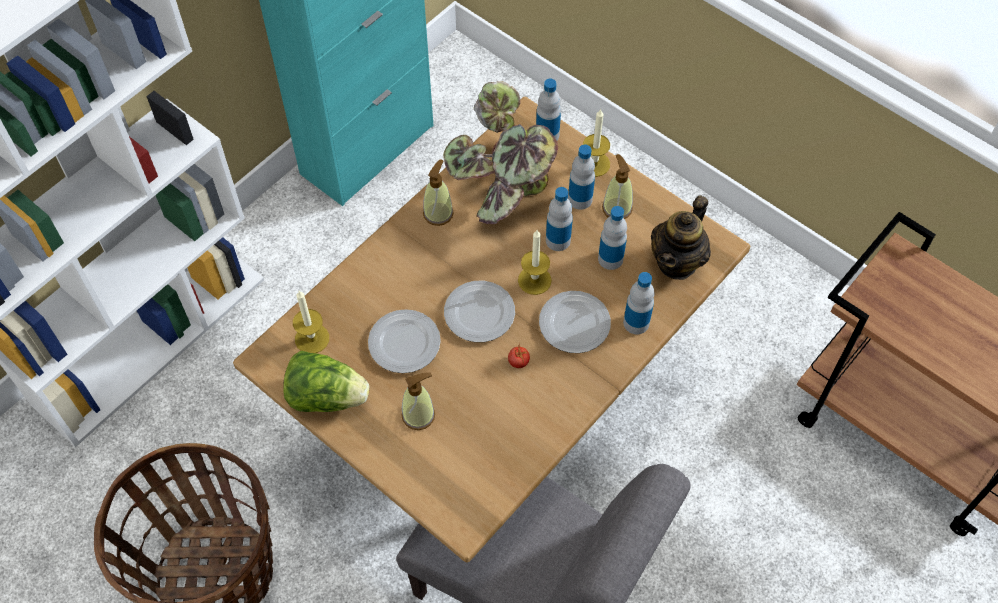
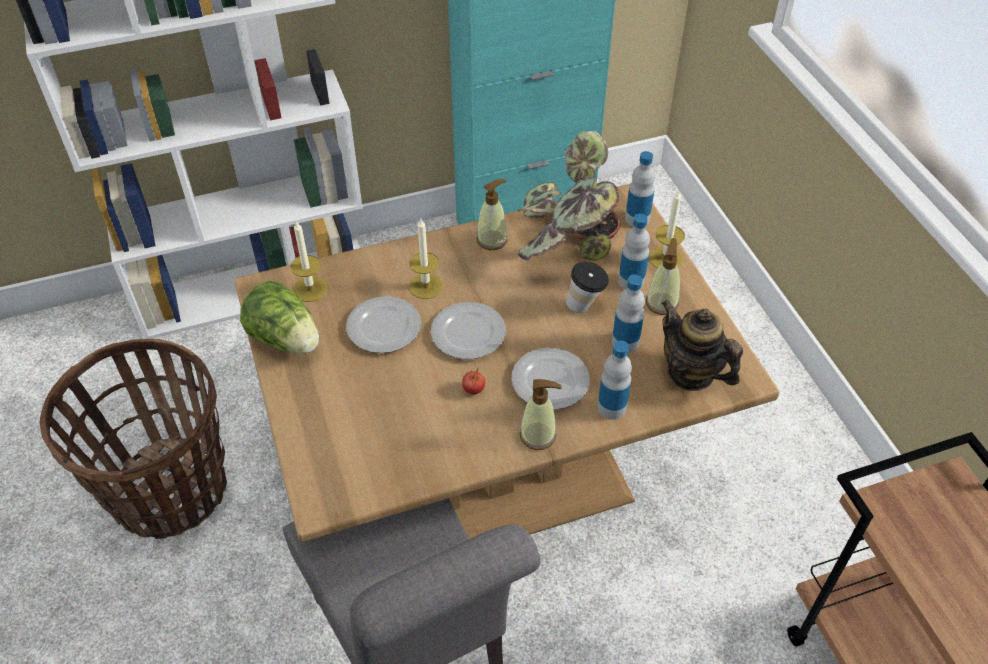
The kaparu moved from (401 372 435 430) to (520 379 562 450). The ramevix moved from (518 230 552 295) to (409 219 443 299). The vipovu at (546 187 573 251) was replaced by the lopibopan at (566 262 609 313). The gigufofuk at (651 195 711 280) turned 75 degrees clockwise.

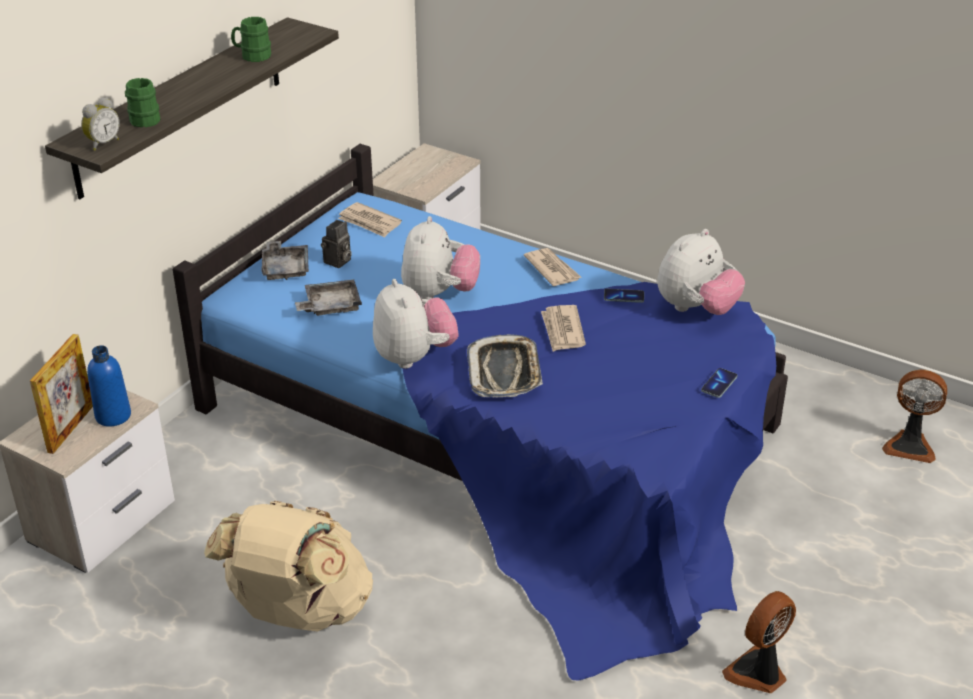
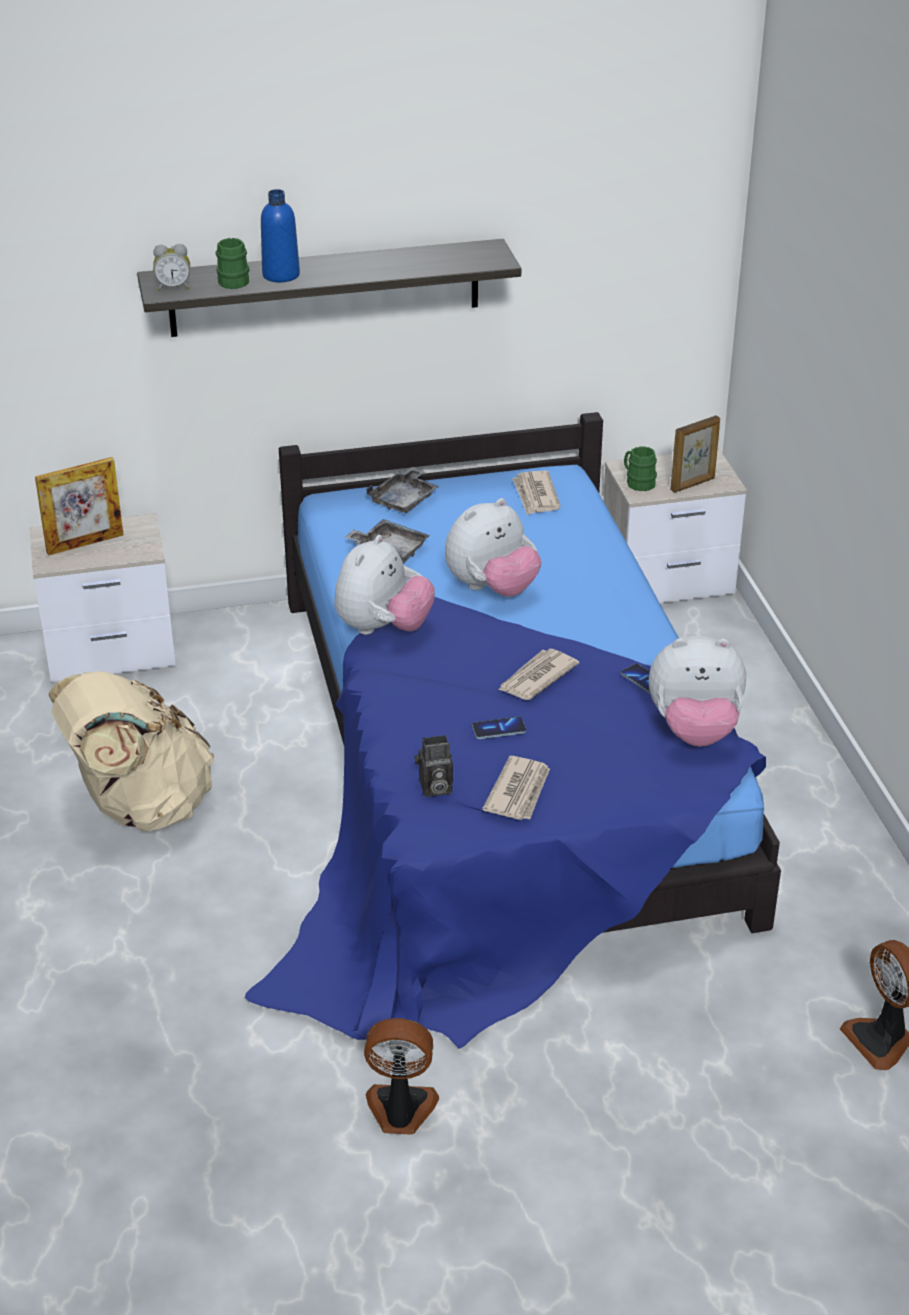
The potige at (467 334 543 398) disappeared. The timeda at (670 416 720 493) appeared. The vipovu (blue) moved from (87 345 131 427) to (261 189 300 282). The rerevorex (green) moved from (231 17 271 62) to (624 447 657 491). The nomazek moved from (321 220 352 268) to (415 735 453 797). The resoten moved from (524 248 581 286) to (482 756 550 820). The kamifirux moved from (701 368 737 398) to (472 717 526 739).

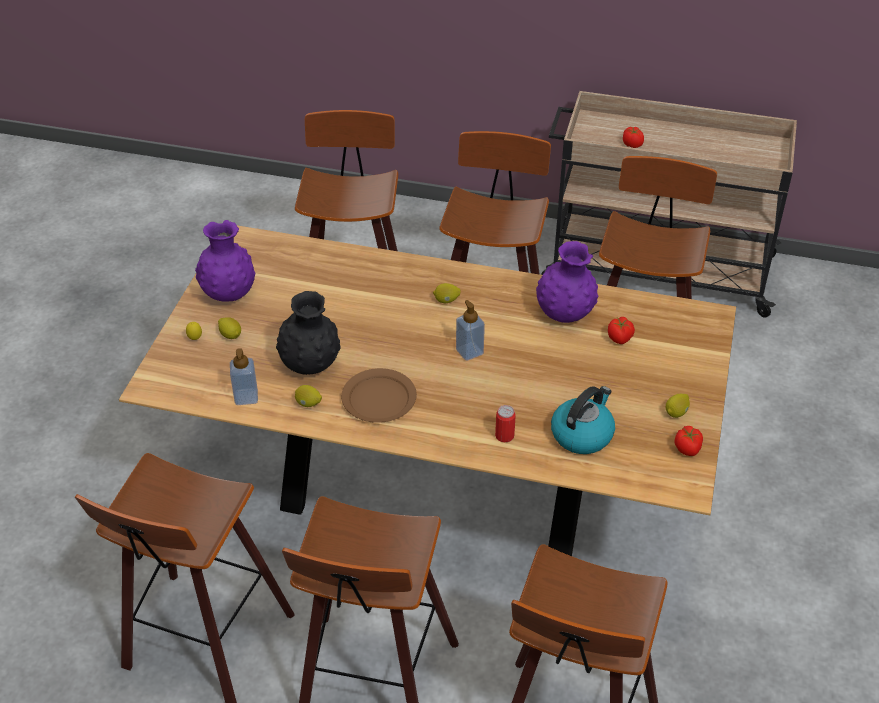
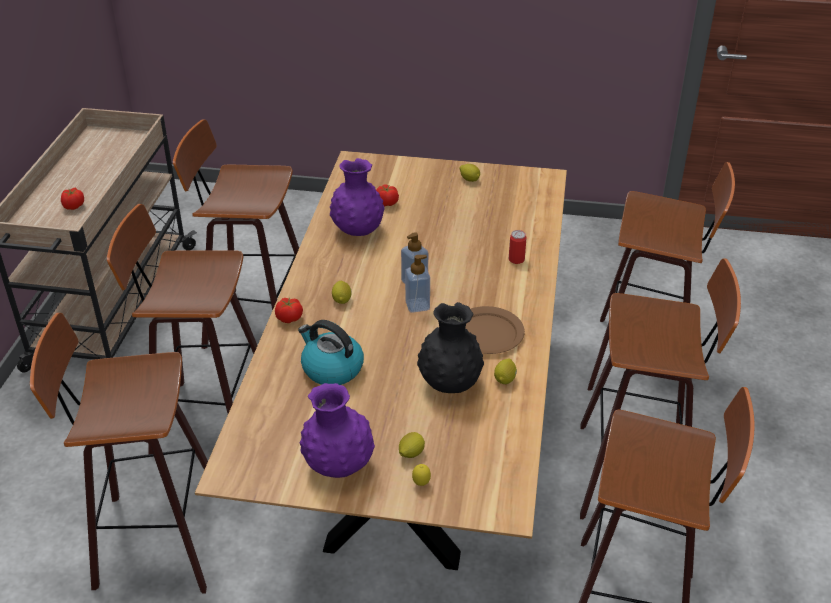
The kaparu moved from (230 348 258 405) to (405 255 430 313). The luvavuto moved from (551 386 615 454) to (298 320 364 385). The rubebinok moved from (675 426 703 456) to (275 298 303 323).

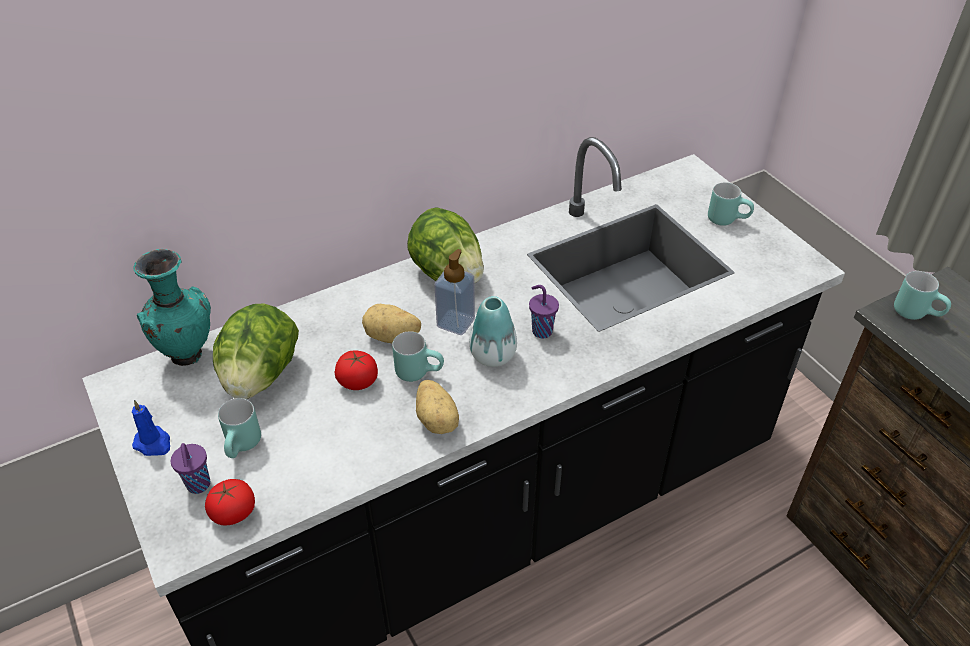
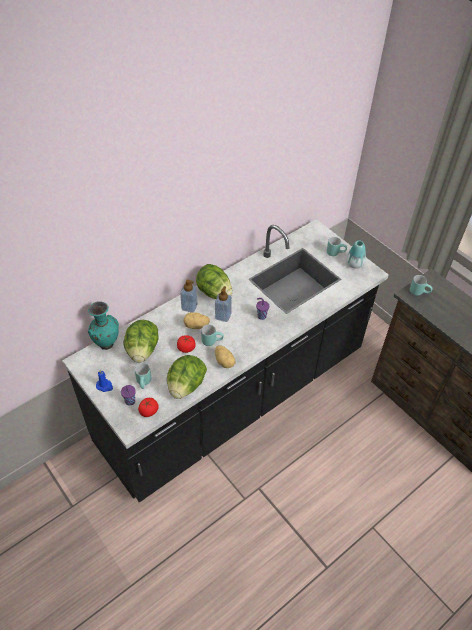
The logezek at (167 355 207 399) appeared. The kaparu at (180 279 198 312) appeared. The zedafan moved from (469 296 517 367) to (346 240 366 269).

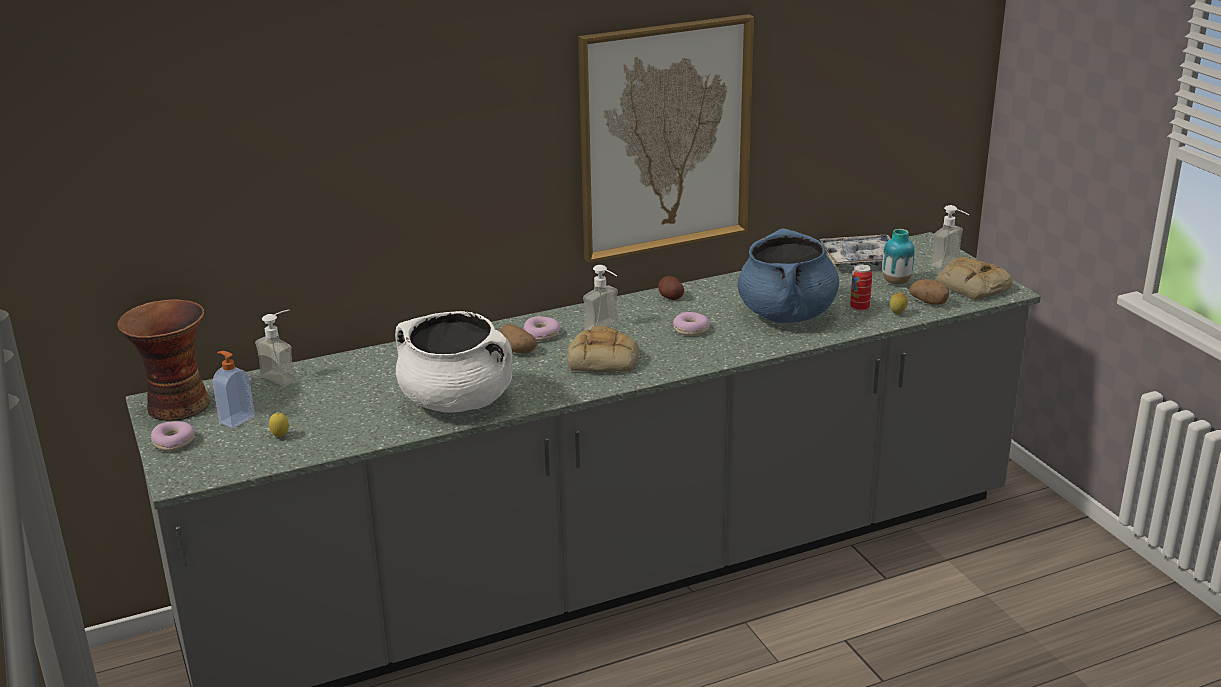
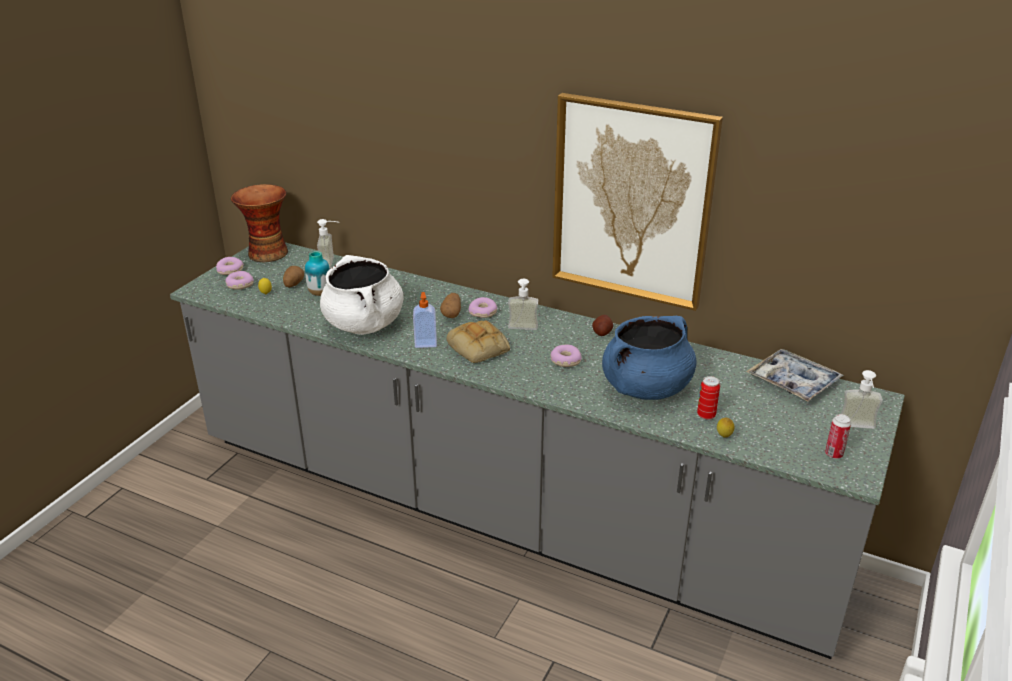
The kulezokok at (225 271 254 290) appeared. The kaparu moved from (212 351 255 428) to (413 292 437 348). The zedafan moved from (882 229 914 284) to (305 251 330 296). The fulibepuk moved from (909 279 949 305) to (283 266 304 288). The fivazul at (936 257 1013 300) was replaced by the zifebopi at (825 414 851 459).

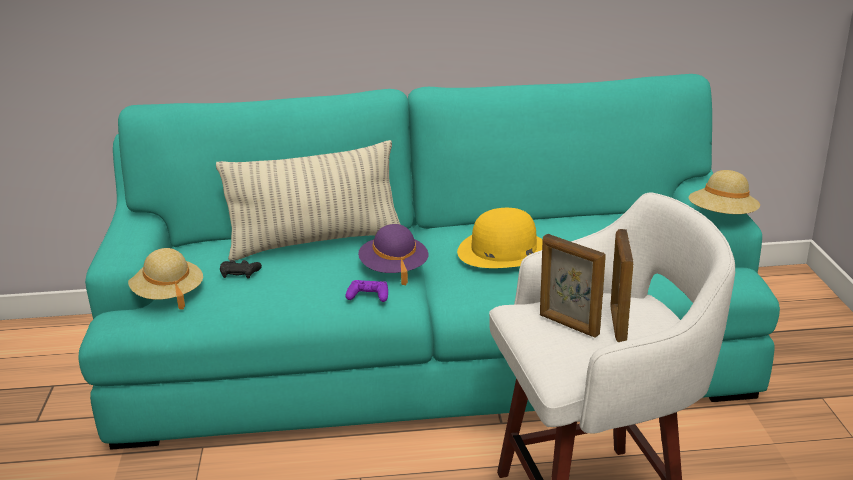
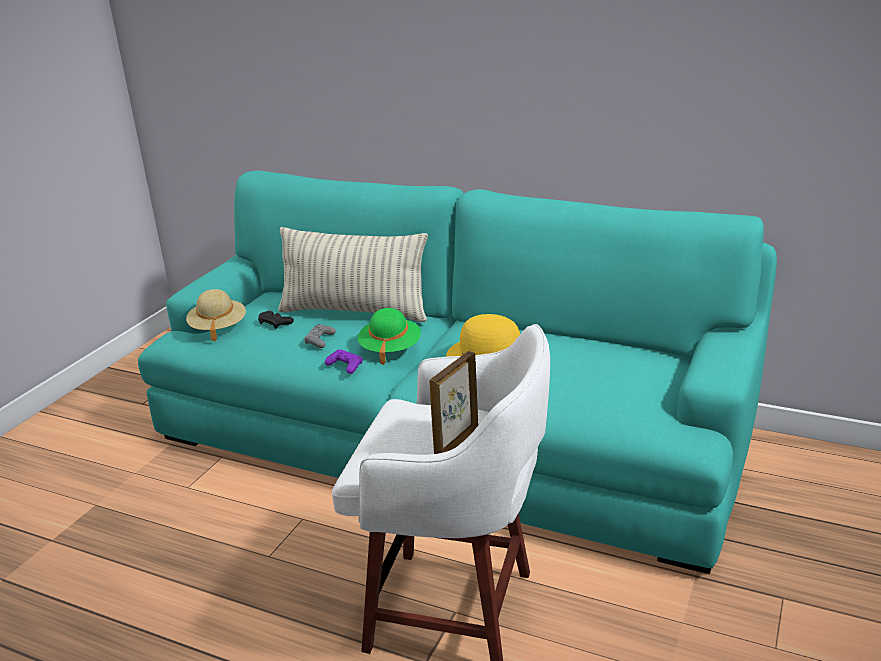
The timeda at (540 234 606 338) disappeared. The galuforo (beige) at (689 170 760 214) disappeared. The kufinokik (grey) at (304 324 336 348) appeared. The galuforo (purple) at (358 224 428 285) became the galuforo (green) at (358 308 421 365).

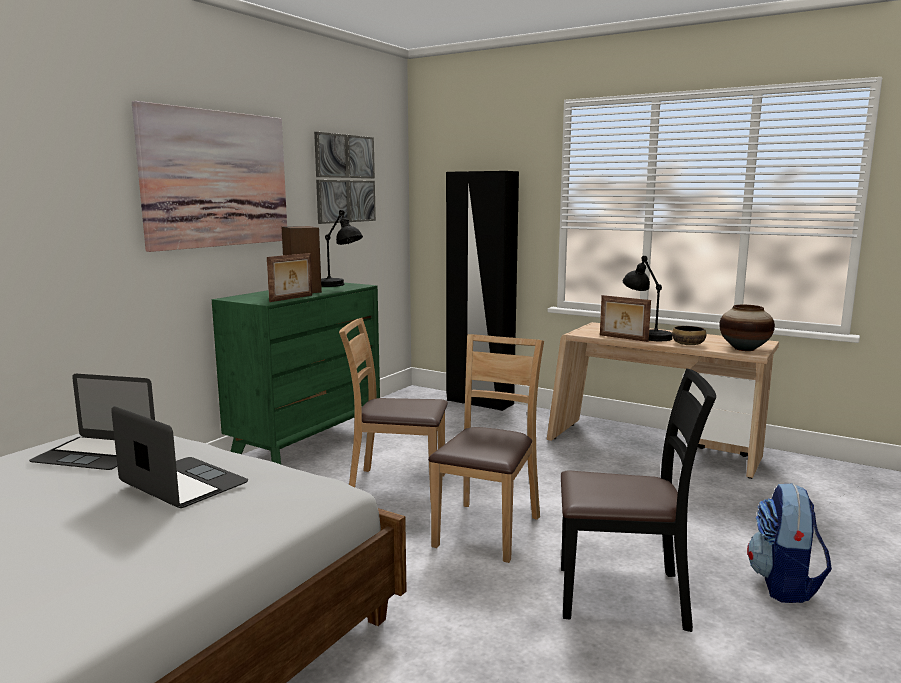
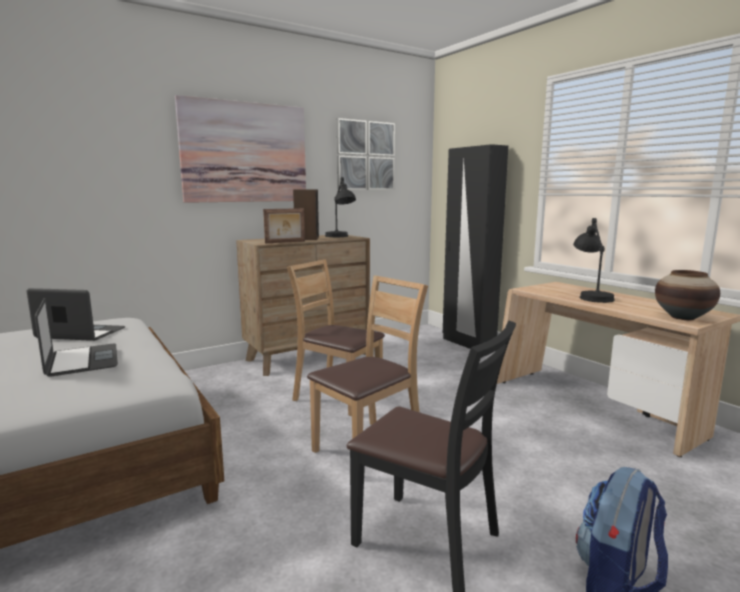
The timeda at (600 295 651 342) disappeared. The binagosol at (672 326 706 345) disappeared. The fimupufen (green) at (212 283 380 464) became the fimupufen (brown) at (236 235 370 376). The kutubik at (29 374 155 470) turned 150 degrees clockwise.

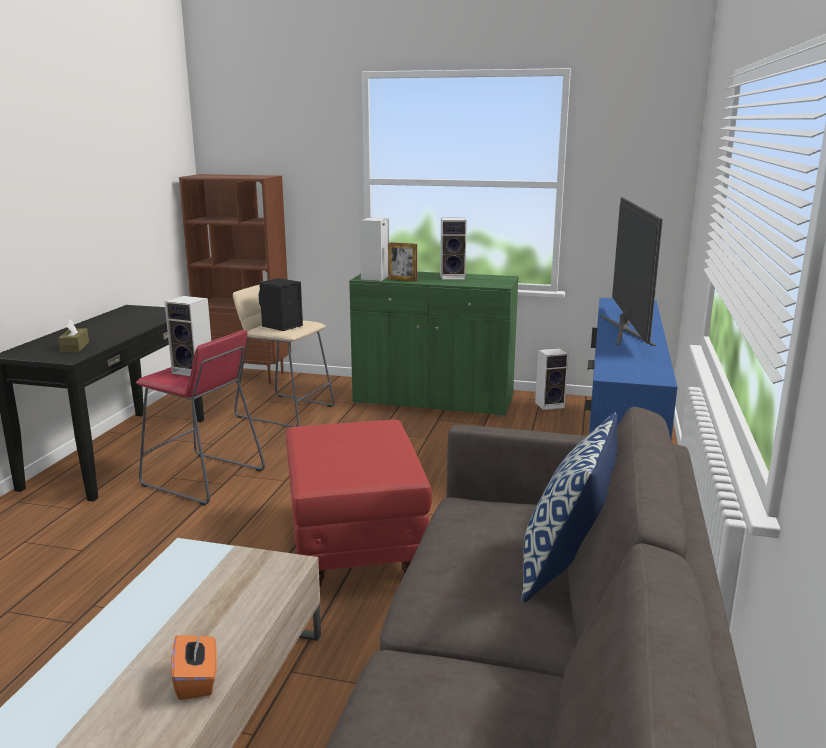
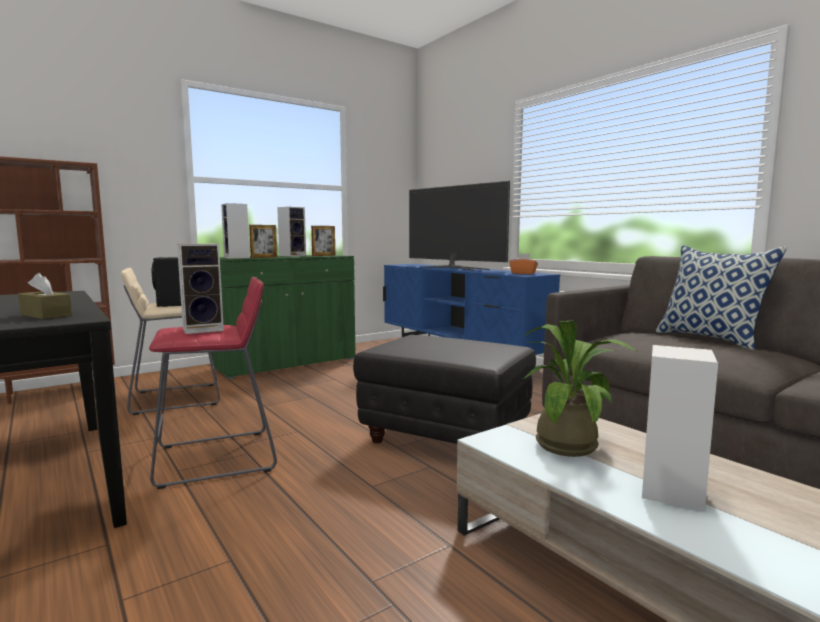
The timeda at (311 226 335 256) appeared. The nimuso at (523 321 638 457) appeared. The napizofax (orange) moved from (171 633 217 700) to (509 254 538 274). The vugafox moved from (535 348 569 410) to (642 345 718 511). The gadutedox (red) at (286 420 432 587) became the gadutedox (black) at (353 335 536 444).

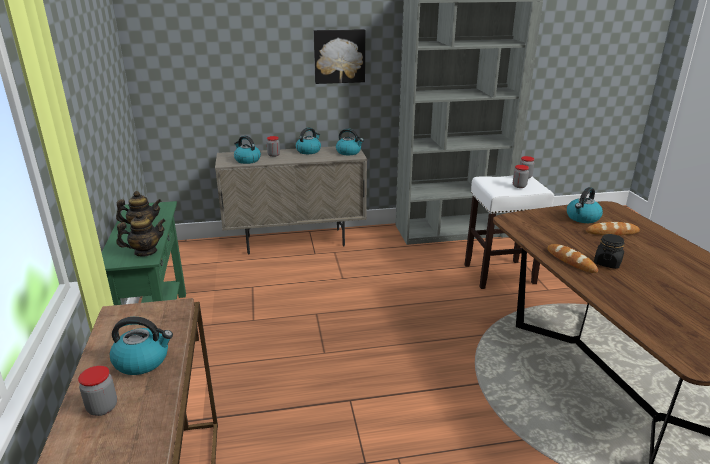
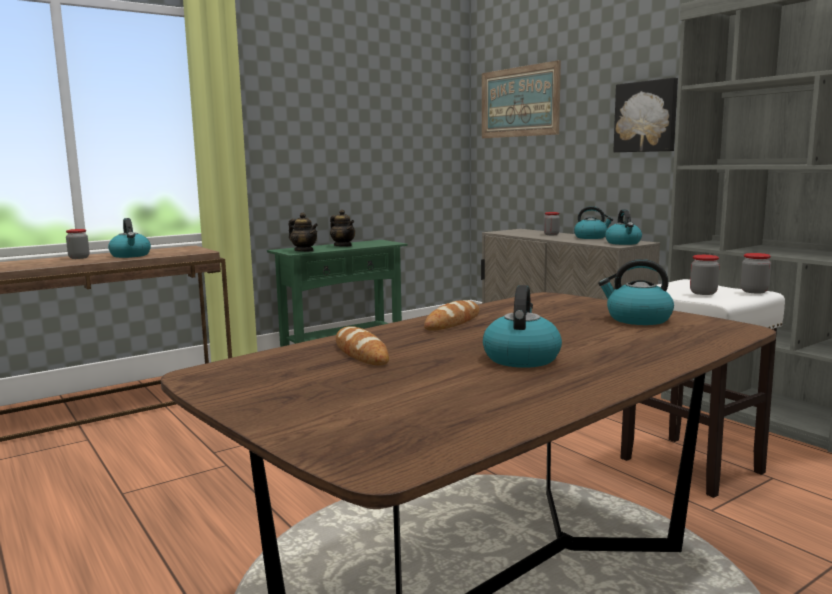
The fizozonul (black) at (594 234 624 269) disappeared. The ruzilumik at (482 60 561 138) appeared. The luvavuto moved from (234 136 261 164) to (483 285 562 368). The fivazul moved from (586 222 640 235) to (336 326 389 365).

